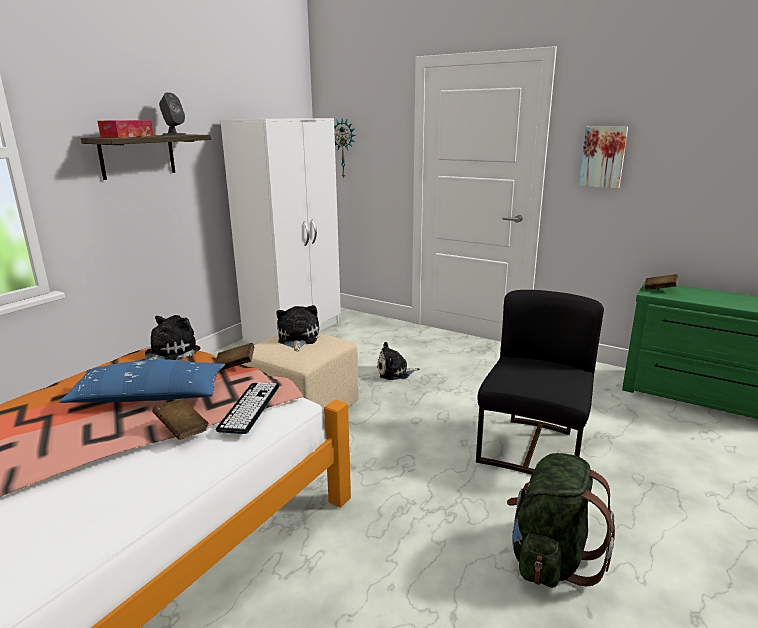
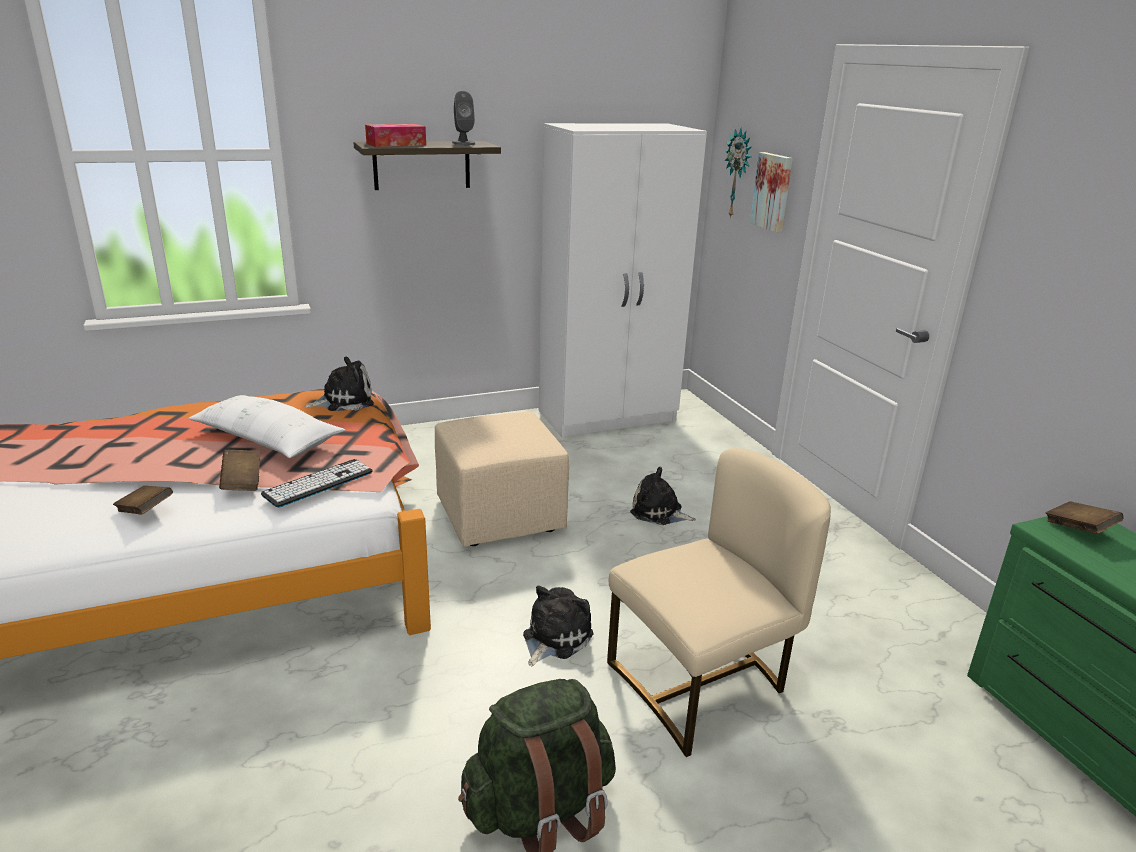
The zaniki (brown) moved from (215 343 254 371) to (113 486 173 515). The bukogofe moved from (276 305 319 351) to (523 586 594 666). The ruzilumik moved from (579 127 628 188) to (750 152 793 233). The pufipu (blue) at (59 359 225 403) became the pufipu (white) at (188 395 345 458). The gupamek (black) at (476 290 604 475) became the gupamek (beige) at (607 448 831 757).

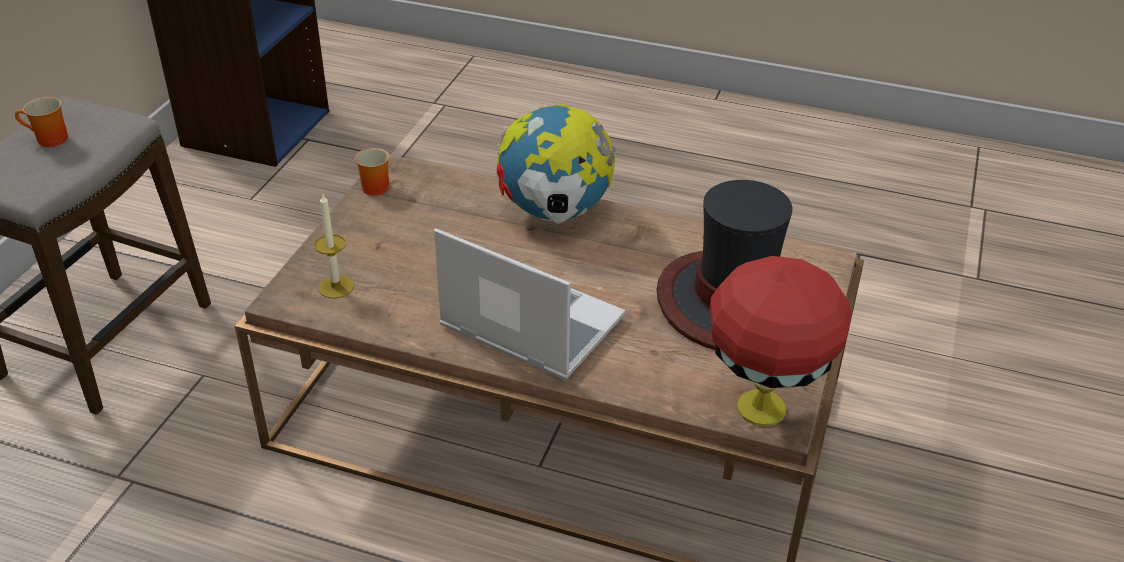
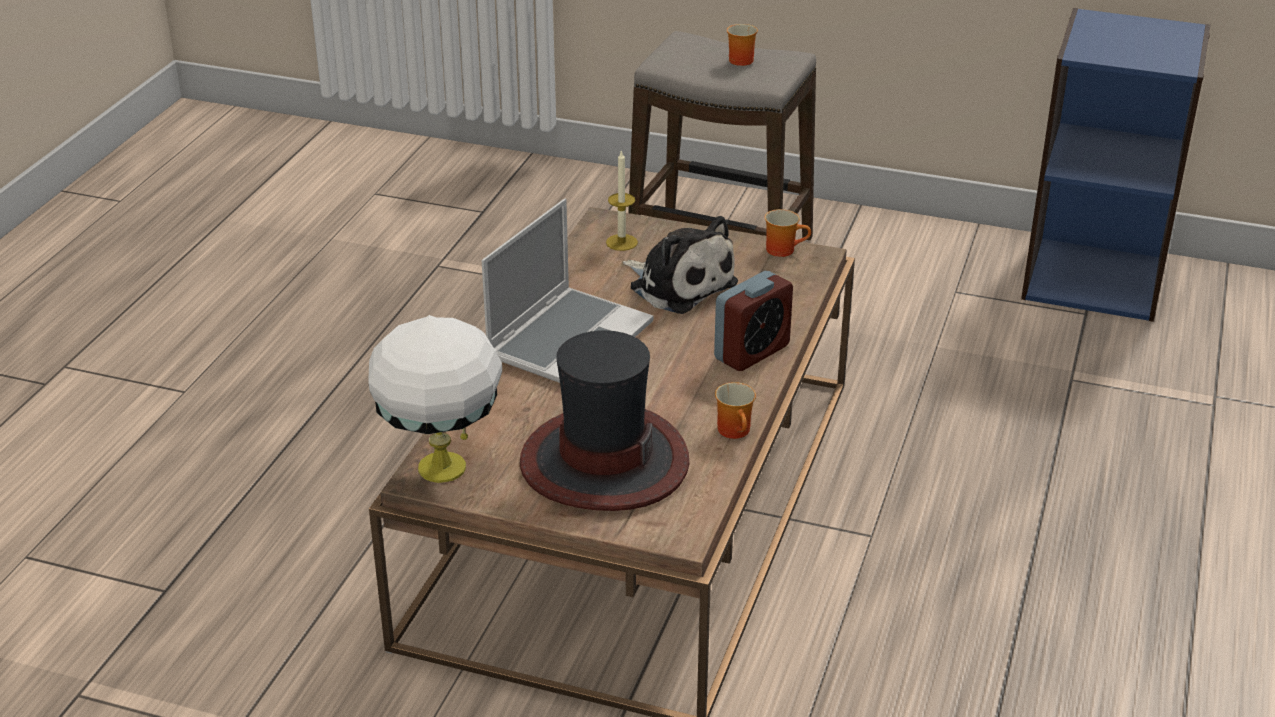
The bukogofe at (623 216 738 314) appeared. The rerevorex at (715 382 756 439) appeared. The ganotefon at (496 104 616 224) was replaced by the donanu at (714 271 793 371). The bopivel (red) at (710 256 852 426) became the bopivel (white) at (368 315 502 483).

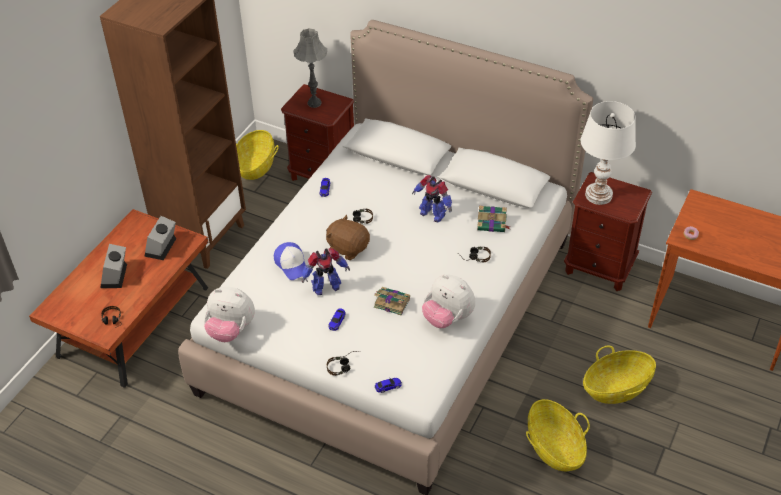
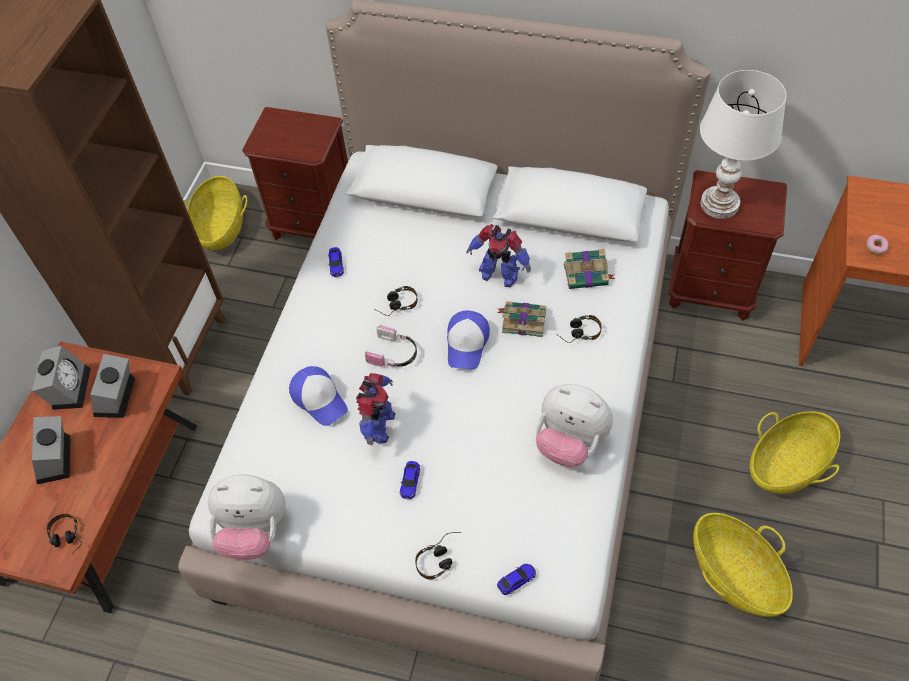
The bopivel (grey) at (293 28 327 108) disappeared. The donanu at (32 346 91 410) appeared. The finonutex at (447 311 490 370) appeared. The zaniki moved from (374 287 410 316) to (497 301 547 337). The bukogofe (brown) at (326 215 370 260) was replaced by the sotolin at (365 325 417 367). The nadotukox at (301 248 350 295) turned 45 degrees counterclockwise.

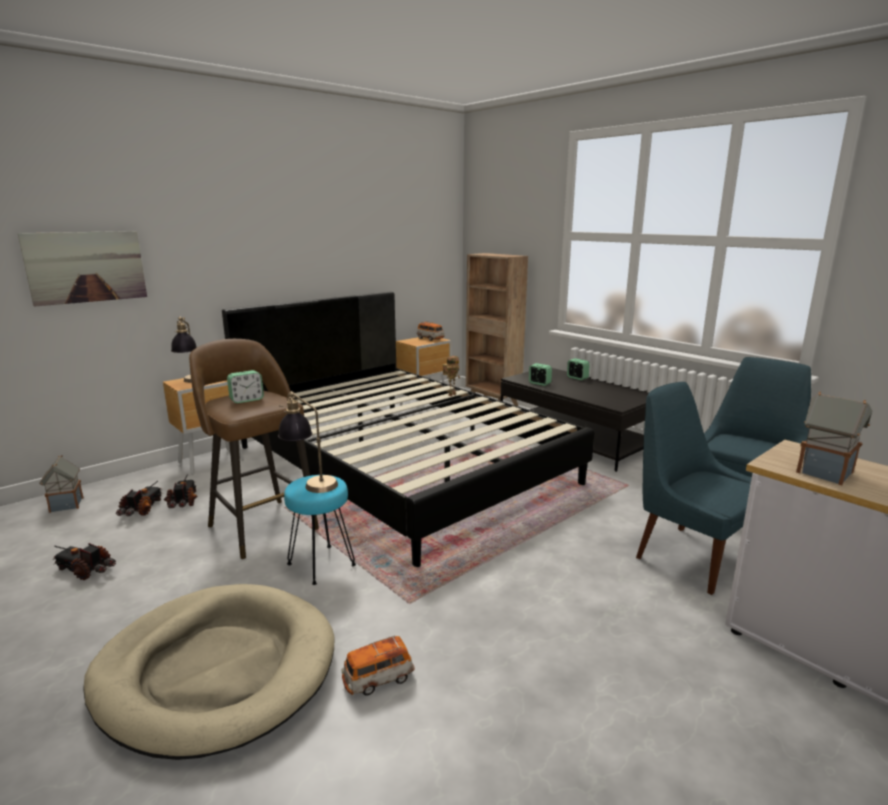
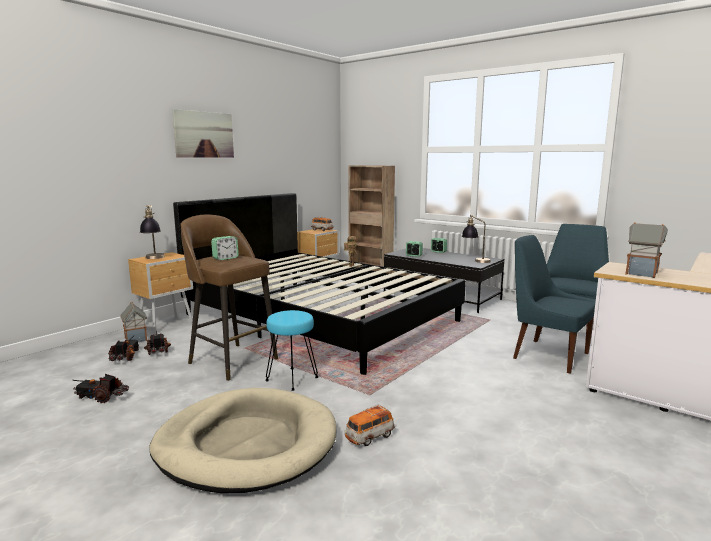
The ruzilumik moved from (18 231 147 307) to (172 109 234 158). The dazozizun moved from (39 455 84 513) to (120 302 147 342). The bopivel moved from (278 391 338 493) to (462 215 491 263).

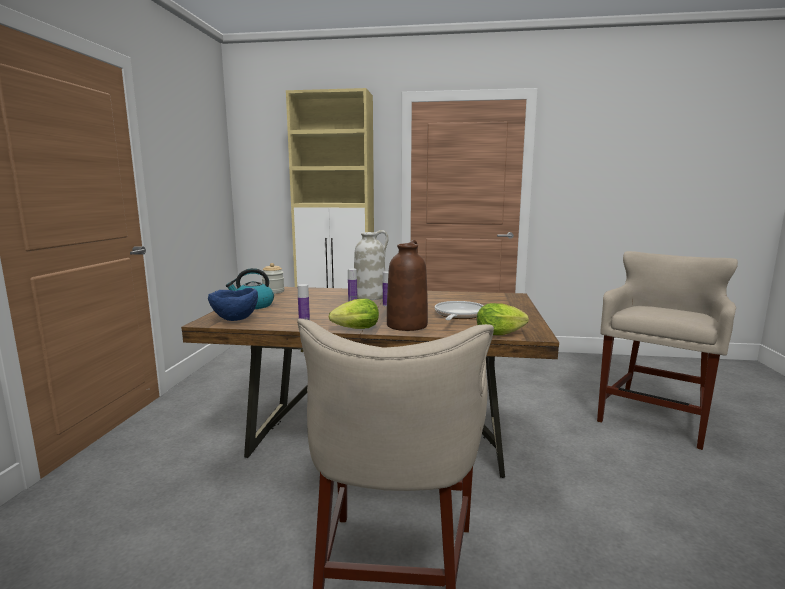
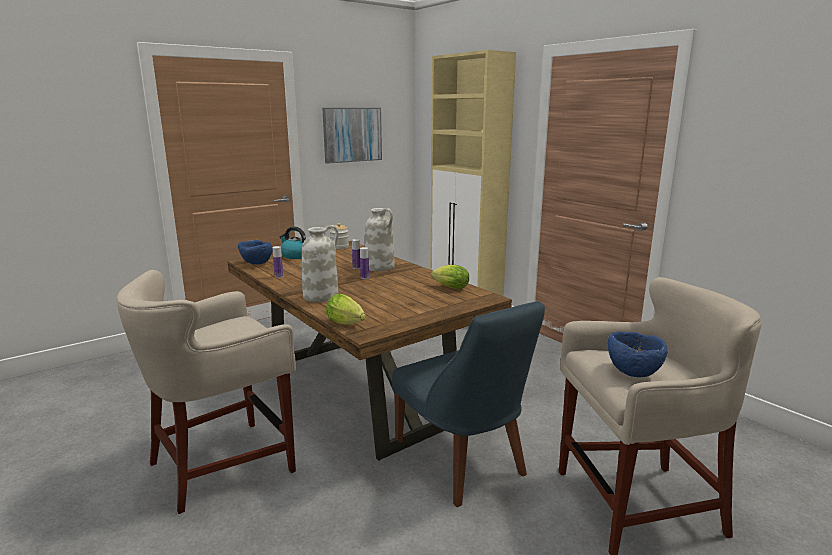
The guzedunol at (435 301 484 320) disappeared. The ruzilumik at (322 108 382 164) appeared. The gupamek (blue) at (392 301 545 507) appeared. The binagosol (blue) at (608 331 667 377) appeared. The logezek moved from (329 298 379 329) to (431 264 469 289). The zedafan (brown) at (387 240 428 331) became the zedafan (white) at (302 225 339 303).

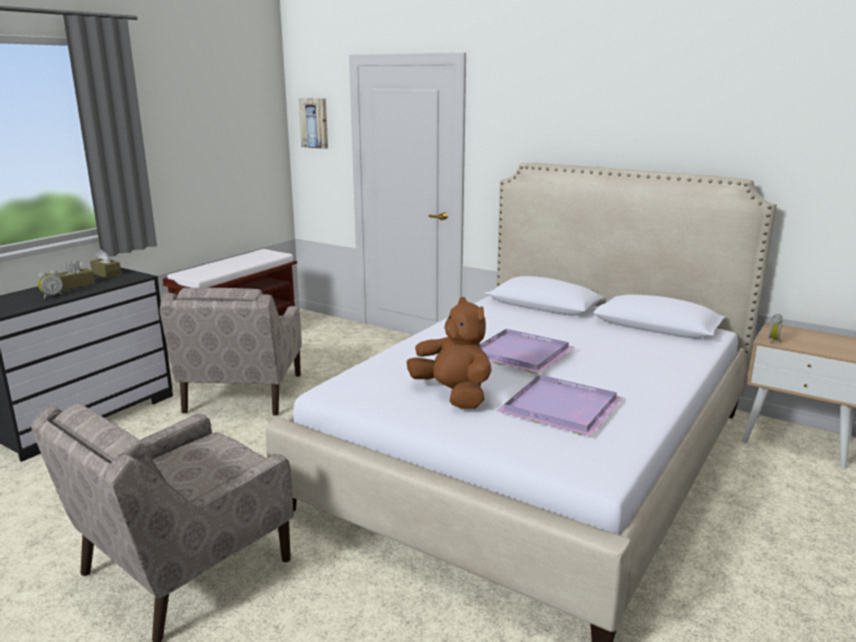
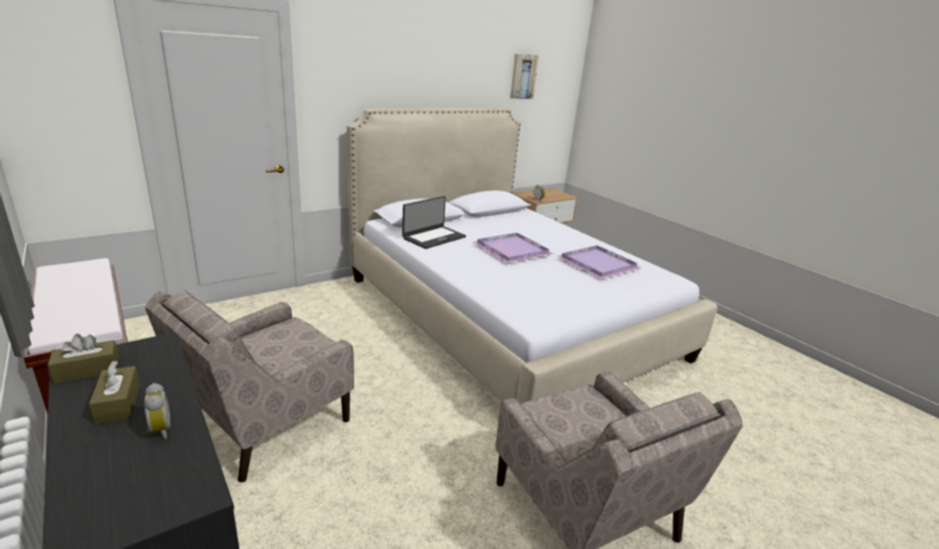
The bukogofe (brown) at (407 297 492 409) disappeared. The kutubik at (402 196 466 249) appeared. The ruzilumik moved from (298 98 328 149) to (510 54 539 99). The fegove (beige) at (159 288 302 416) turned 105 degrees clockwise.

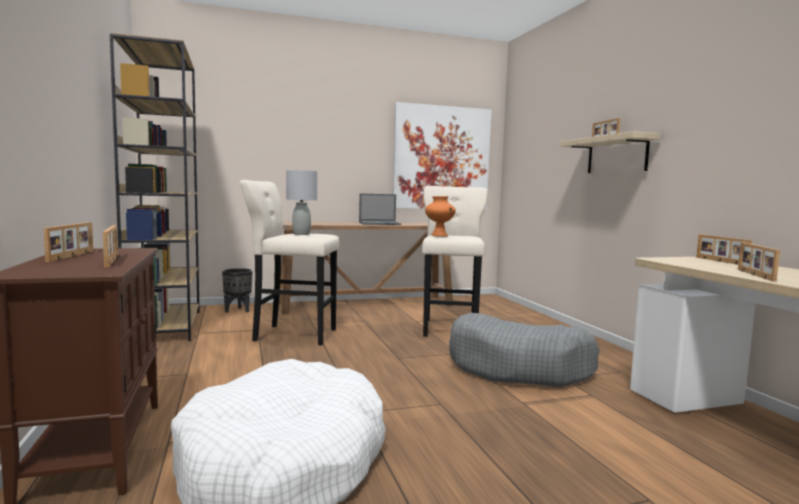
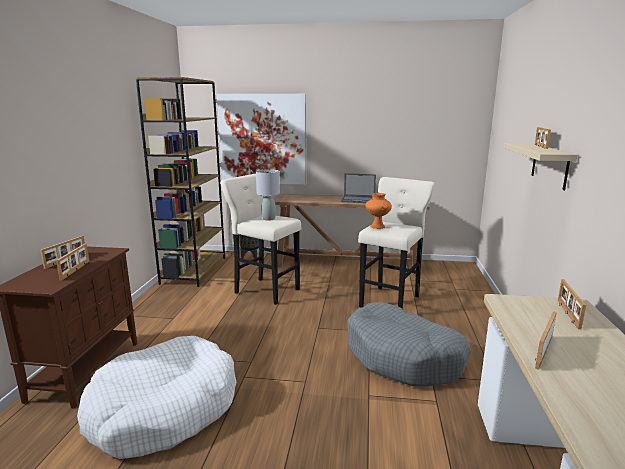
The ruzilumik moved from (393 102 492 210) to (217 94 306 185).

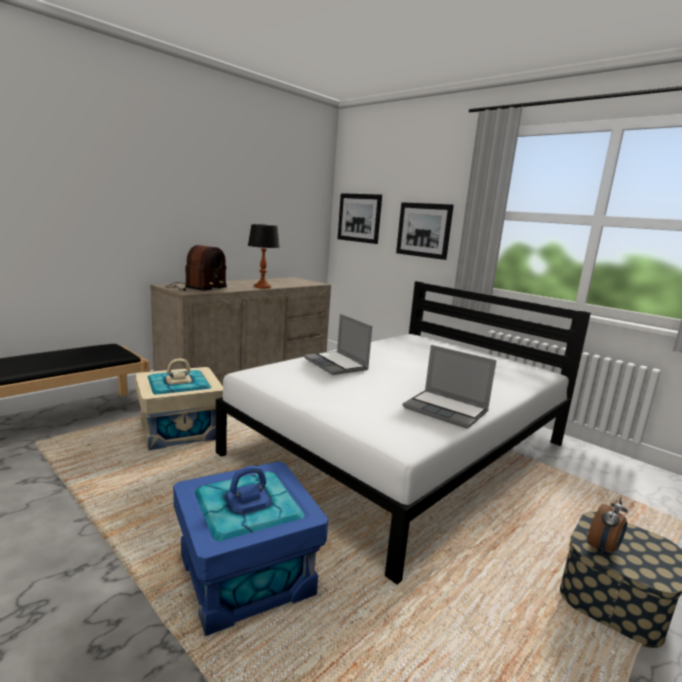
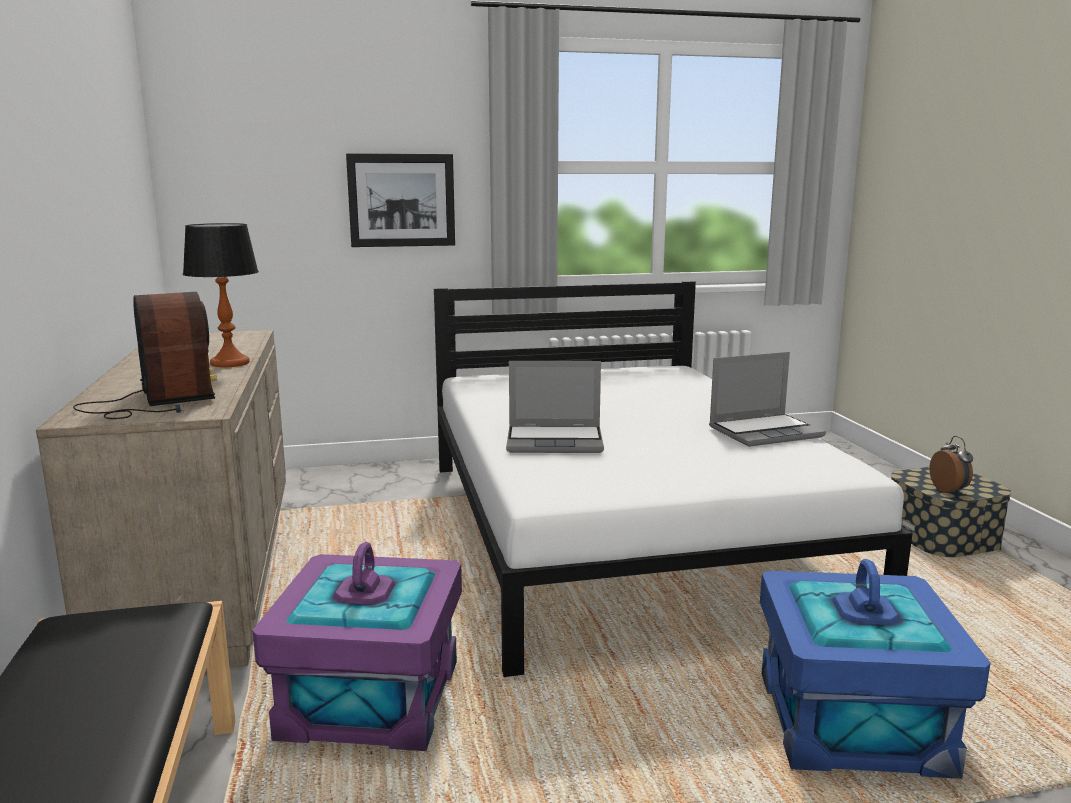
The ruzilumik at (338 193 382 244) disappeared. The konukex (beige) at (135 358 223 451) became the konukex (purple) at (252 542 462 751).

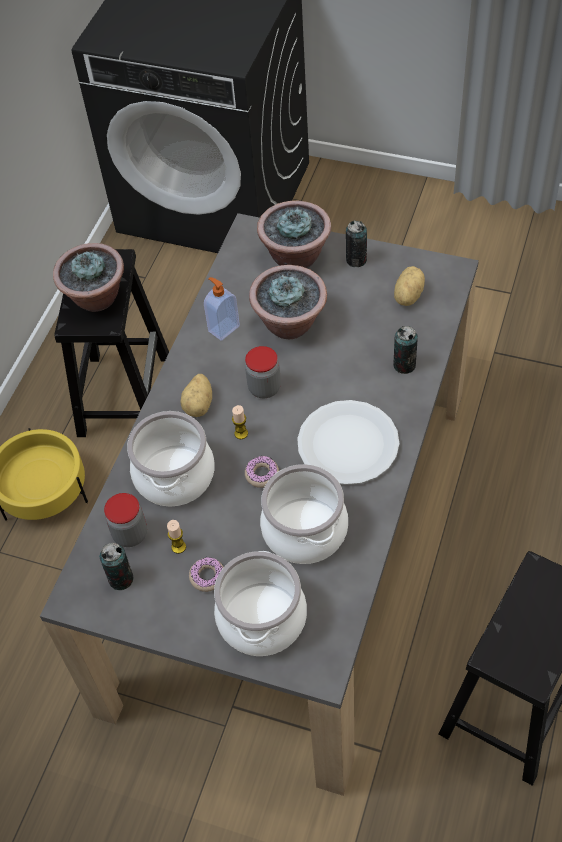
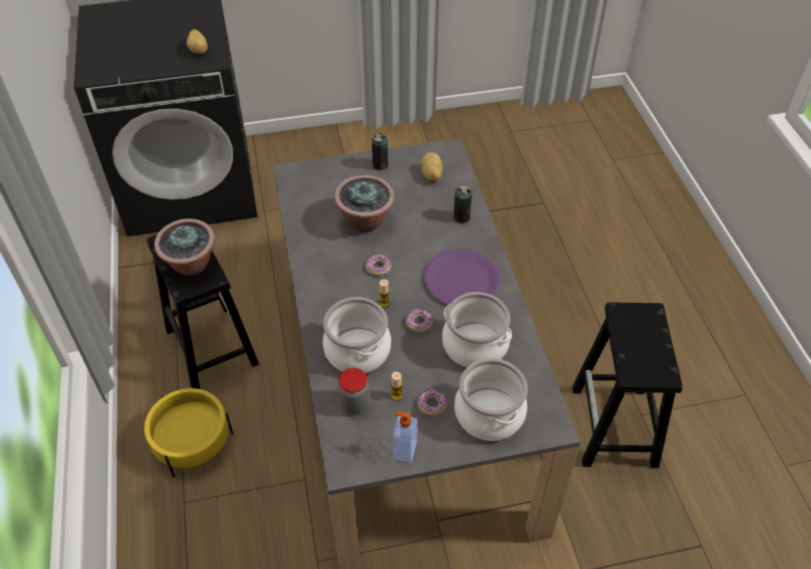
The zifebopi at (99 543 134 590) disappeared. The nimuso at (257 201 331 268) disappeared. The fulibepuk moved from (180 374 212 417) to (187 29 208 54). The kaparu moved from (204 277 240 341) to (393 412 418 463). The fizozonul at (245 346 281 398) was replaced by the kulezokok at (366 254 391 276). The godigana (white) at (297 400 399 485) became the godigana (purple) at (424 249 501 305).

